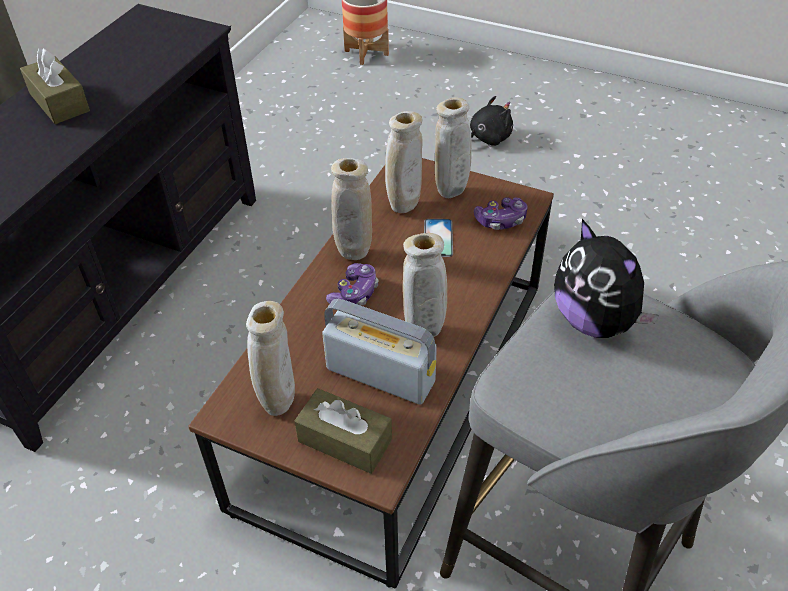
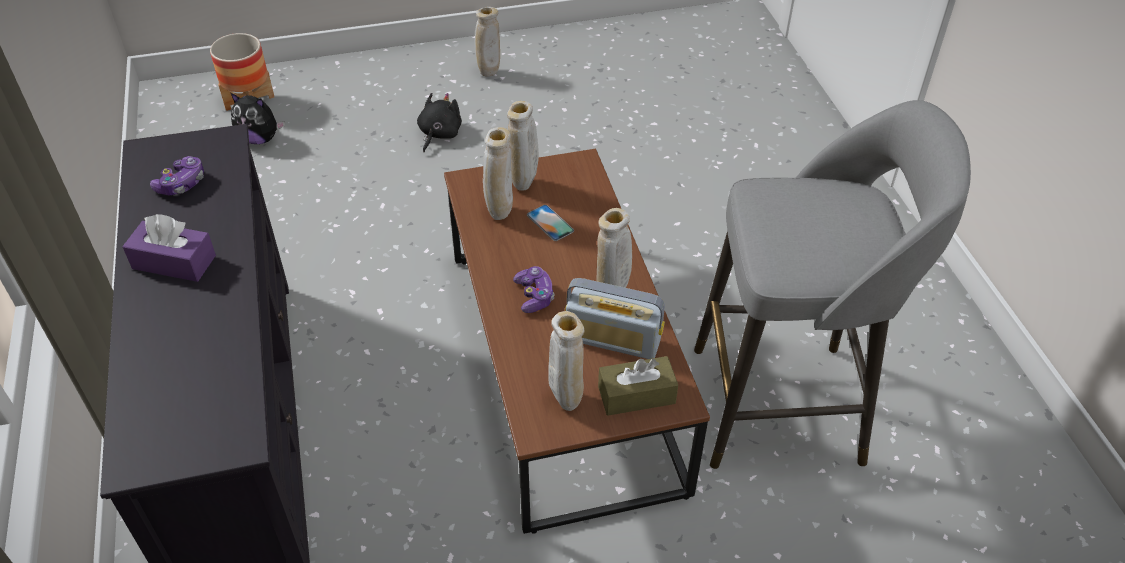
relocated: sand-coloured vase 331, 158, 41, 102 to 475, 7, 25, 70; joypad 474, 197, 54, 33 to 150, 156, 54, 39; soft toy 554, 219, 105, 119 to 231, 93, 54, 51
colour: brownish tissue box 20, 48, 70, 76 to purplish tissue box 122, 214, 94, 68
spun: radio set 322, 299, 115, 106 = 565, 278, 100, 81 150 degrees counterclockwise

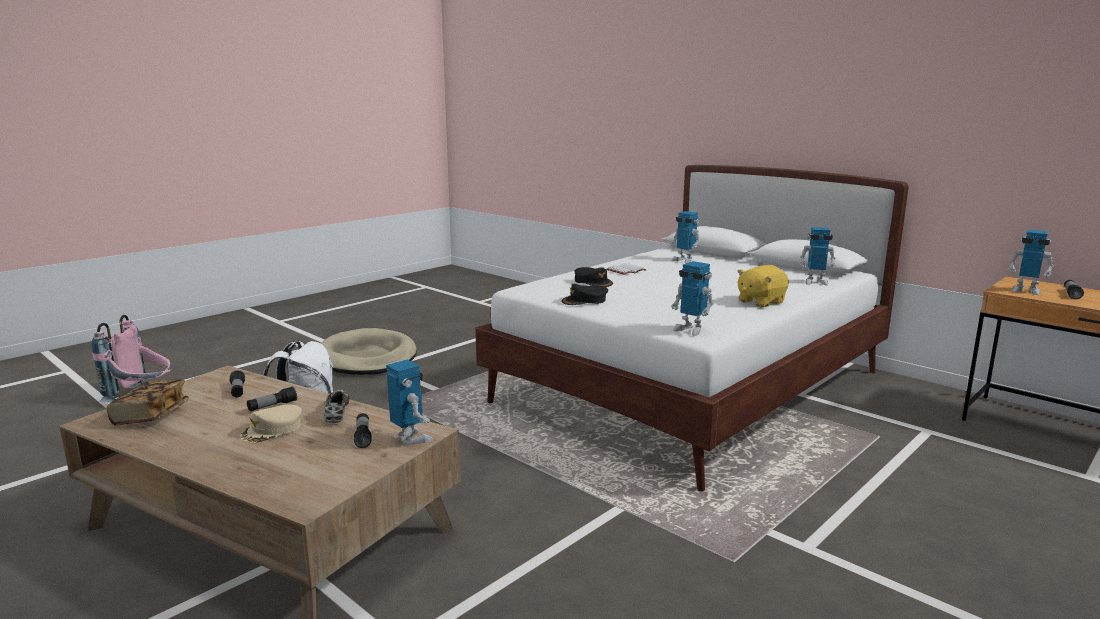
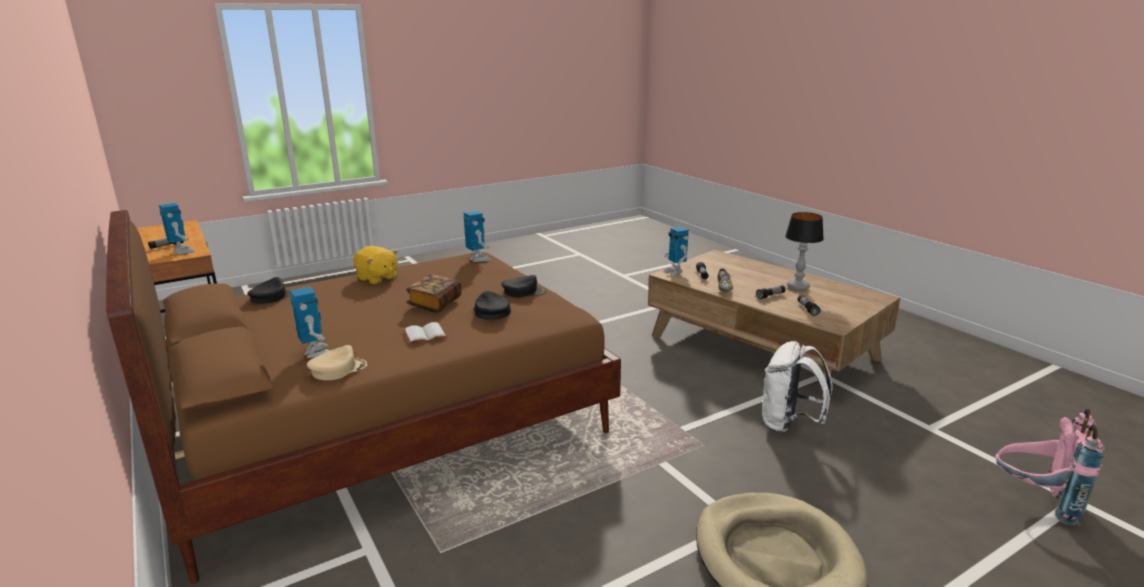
appeared: table lamp 785, 212, 39, 79
relocated: bound book 106, 379, 83, 47 to 406, 274, 55, 39; sand-coloured peaked cap 240, 404, 62, 39 to 307, 345, 60, 35
exchanged: toy robot 800, 227, 36, 59 to black-coloured peaked cap 247, 277, 44, 27
colour: white sleeping bed 475, 165, 434, 326 to brownish sleeping bed 106, 210, 515, 374
spun: yellow-coloured soft toy 737, 265, 52, 42 = 353, 246, 45, 39 60 degrees clockwise

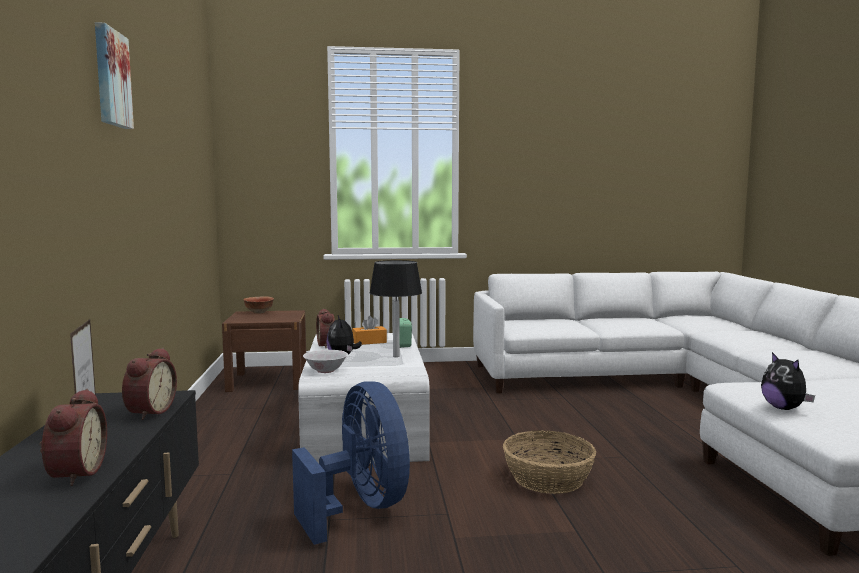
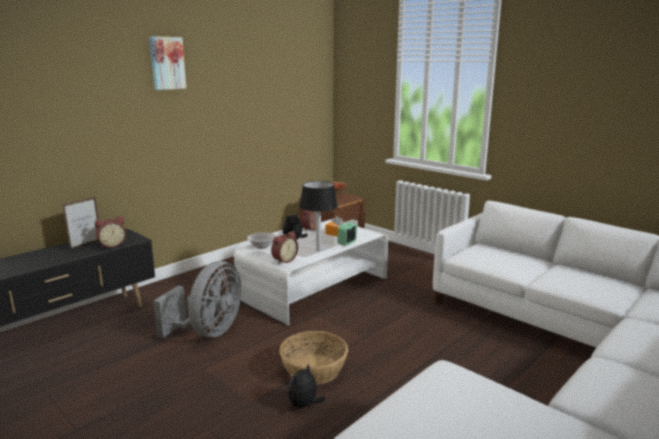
relocated: table clock 40, 389, 67, 97 to 271, 231, 27, 33; soft toy 761, 352, 54, 58 to 288, 363, 37, 45
colour: blue electric fan 292, 381, 118, 164 to greyish electric fan 153, 261, 89, 77

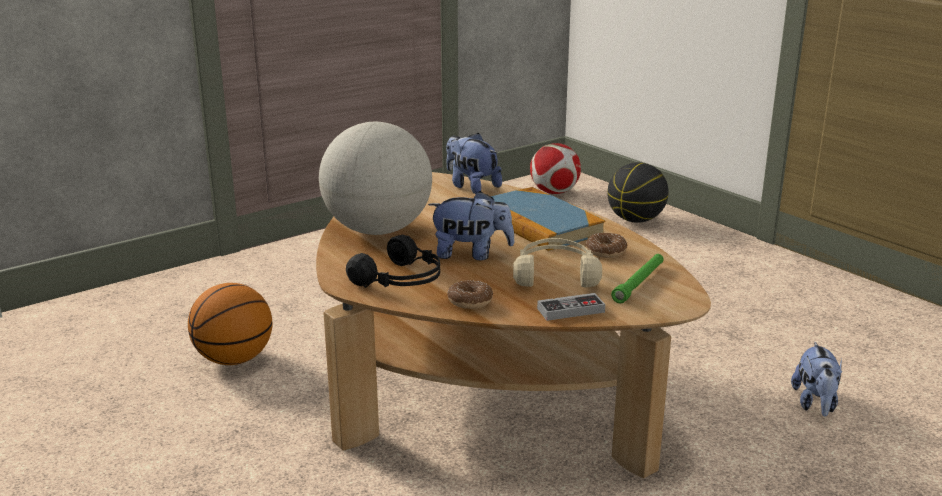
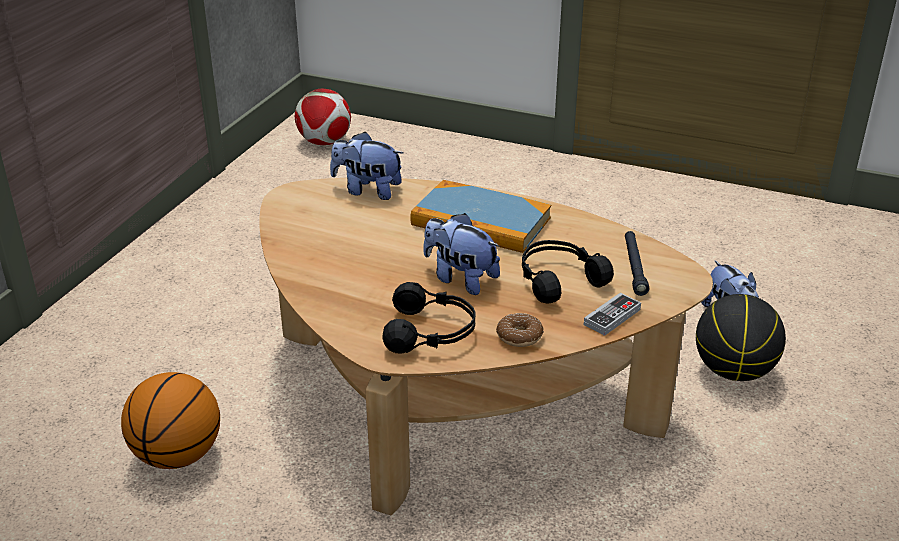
missing: desk globe 319, 122, 113, 113; doughnut 586, 233, 41, 25
relocated: ball for basketball 607, 162, 62, 61 to 696, 294, 90, 87
colour: sand-coloured headphones 513, 238, 89, 49 to black-coloured headphones 522, 240, 92, 64; greenish flashlight 611, 254, 53, 49 to black-coloured flashlight 625, 231, 24, 65
spun: soft toy 428, 191, 87, 69 = 423, 213, 77, 82 120 degrees counterclockwise

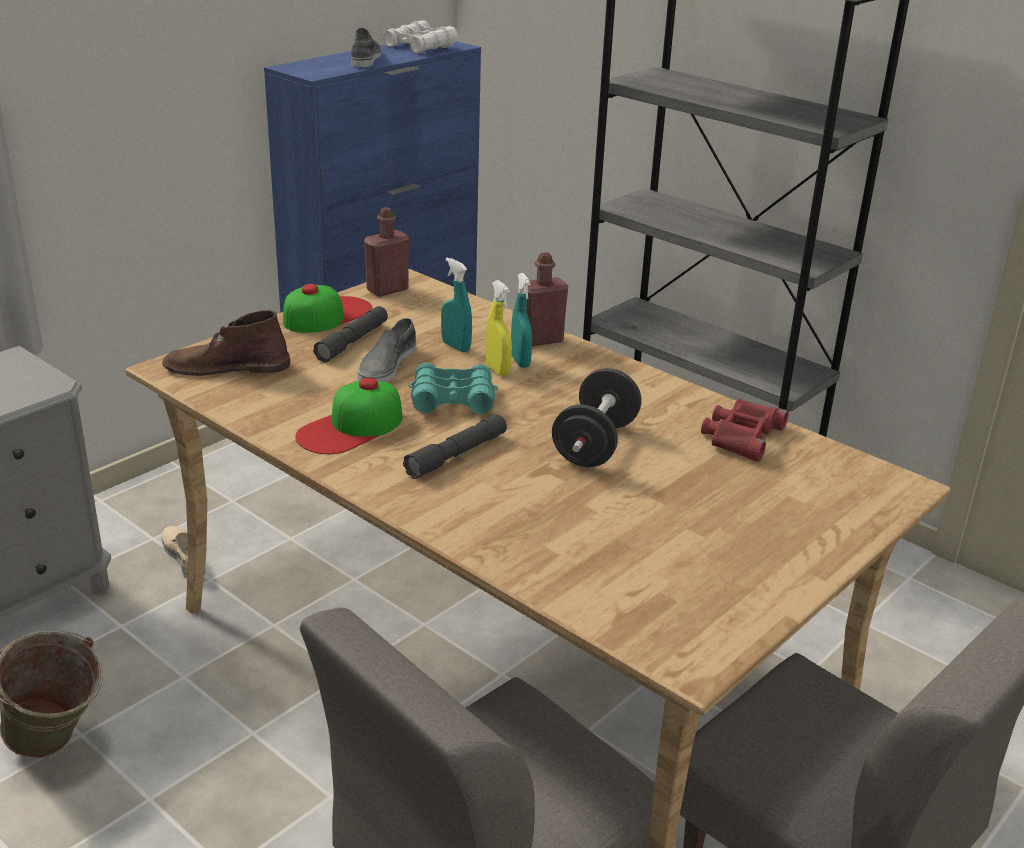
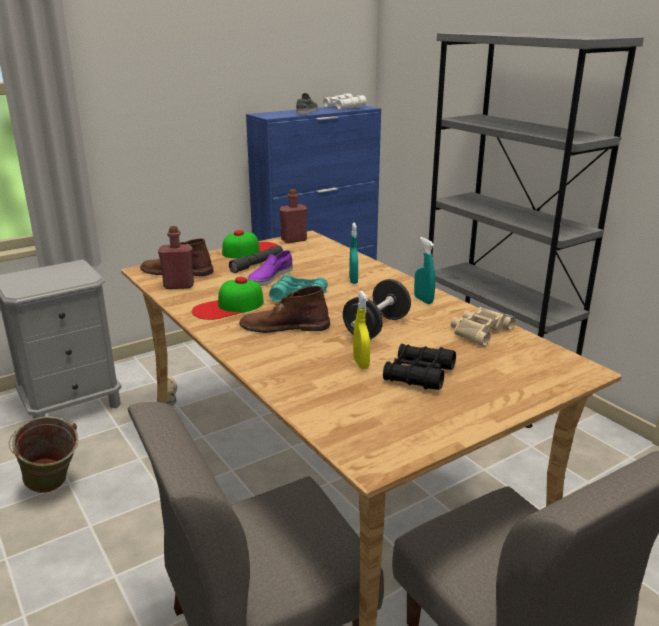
appeared: black-coloured field glasses 383, 344, 73, 46
relocated: turquoise-coloured spray bottle 441, 257, 31, 96 to 414, 237, 21, 67; yellow-coloured spray bottle 485, 280, 27, 96 to 353, 291, 17, 78; reddish beverage bottle 526, 252, 42, 94 to 158, 226, 36, 63
exchanged: greyish flashlight 403, 414, 104, 65 to brownish high-top boot 239, 286, 91, 47
colour: greyish shoe 358, 318, 58, 64 to purplish shoe 247, 250, 46, 36; reddish field glasses 701, 399, 88, 63 to sand-coloured field glasses 451, 307, 64, 40

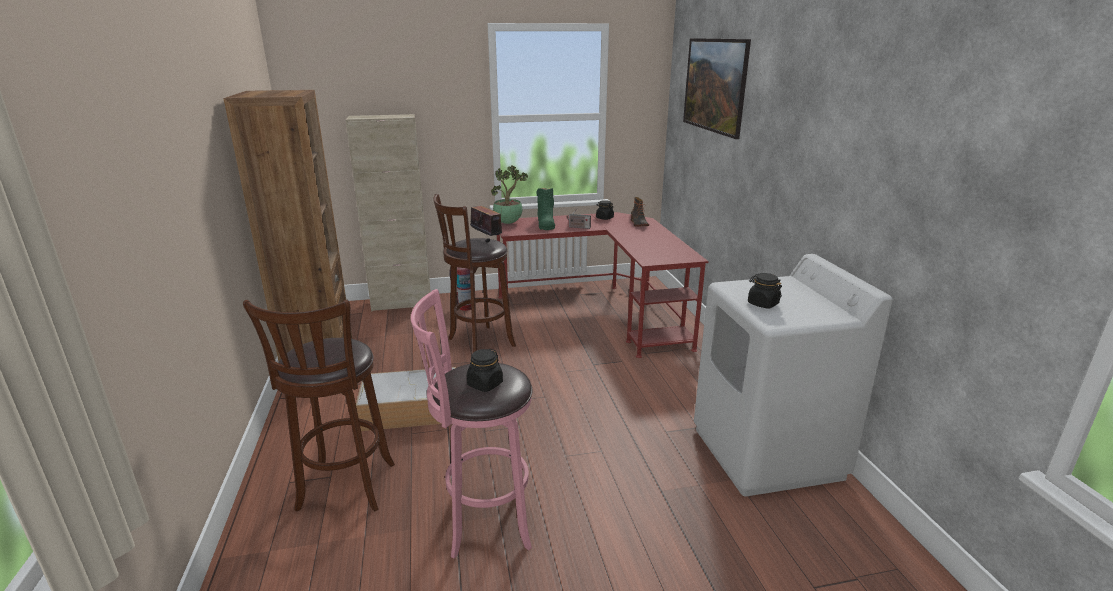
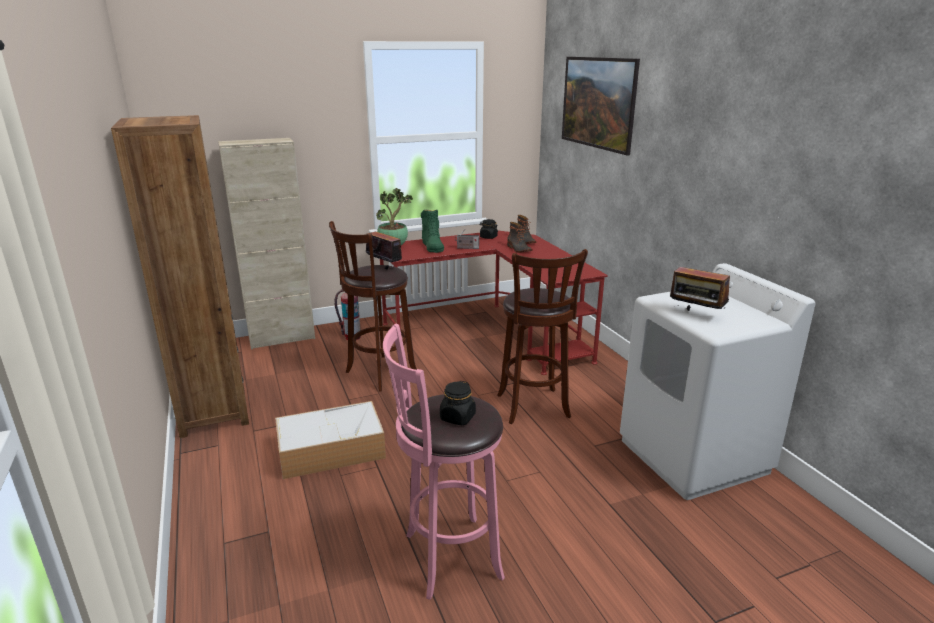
appeared: high-top boot 507, 222, 26, 31
relocated: brownish stool 243, 300, 152, 212 to 497, 249, 91, 175
exchanged: black-coloured preserve jar 748, 273, 34, 36 to radio set 670, 260, 60, 51

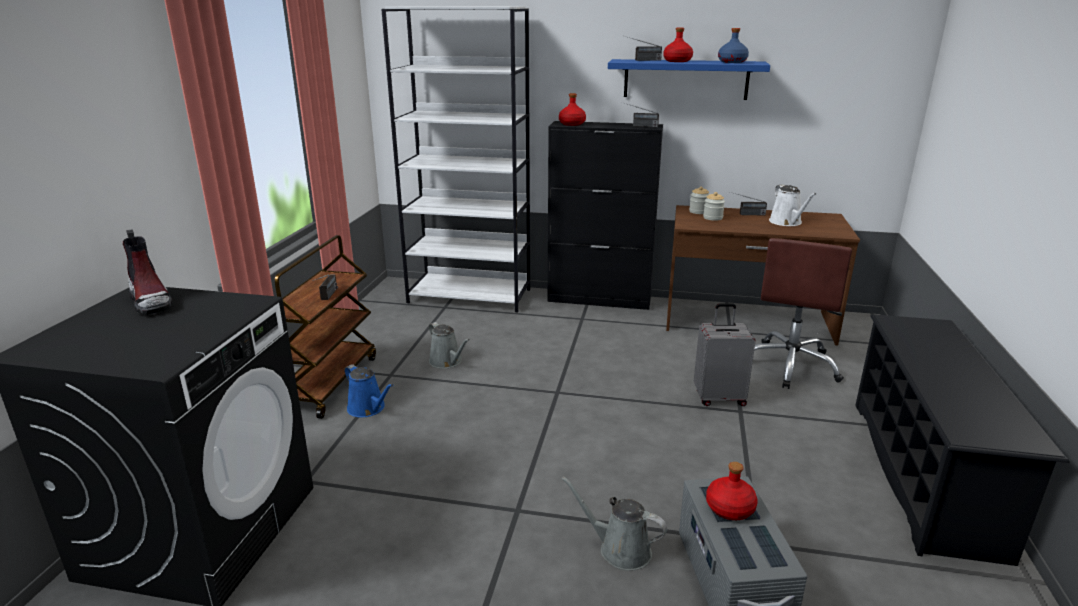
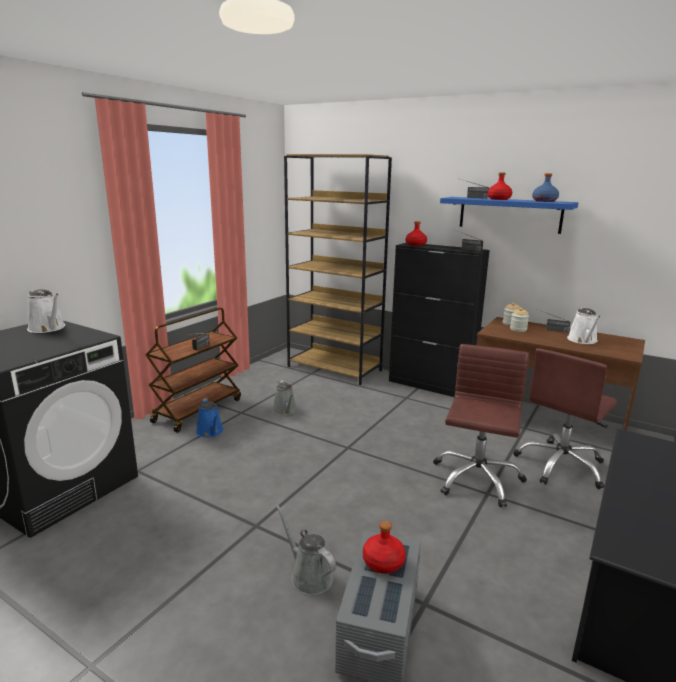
exchanged: high-top boot 122, 229, 51, 86 to white watering can 27, 289, 38, 44; greyish piece of luggage 694, 303, 62, 103 to brownish computer chair 433, 344, 96, 164
colour: white shelving unit 381, 6, 149, 306 to brownish shelving unit 284, 154, 108, 231

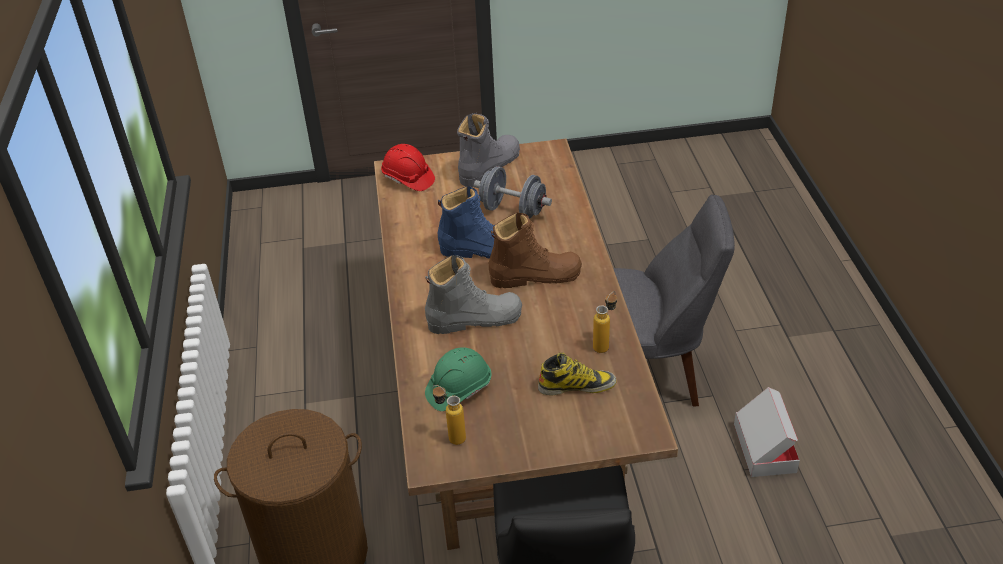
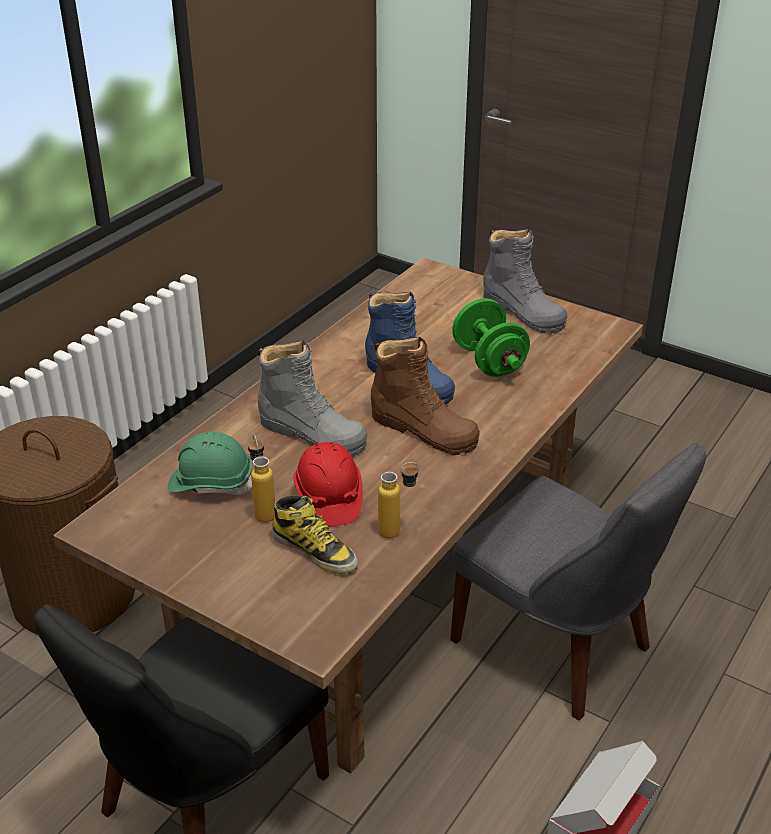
relocated: reddish work helmet 381, 144, 54, 47 to 293, 442, 70, 85; beverage bottle 433, 385, 33, 60 to 248, 435, 27, 87
colour: greyish dumbbell 474, 166, 78, 53 to greenish dumbbell 452, 298, 78, 79
spun: greyish high-top boot 457, 113, 63, 74 = 483, 229, 85, 105 60 degrees clockwise

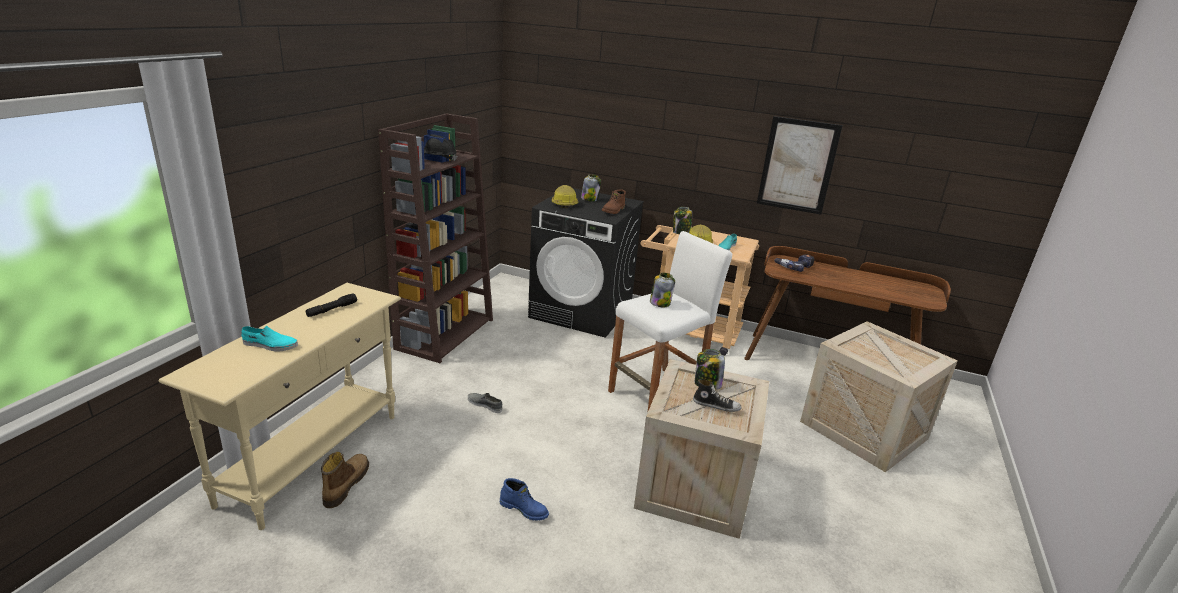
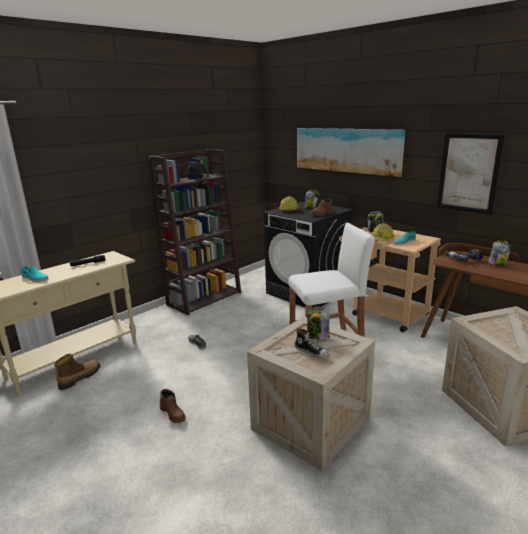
appeared: picture 297, 128, 108, 49
relocated: preserve jar 650, 273, 25, 34 to 488, 240, 23, 26
colour: blue high-top boot 500, 478, 49, 43 to brownish high-top boot 160, 389, 26, 34

